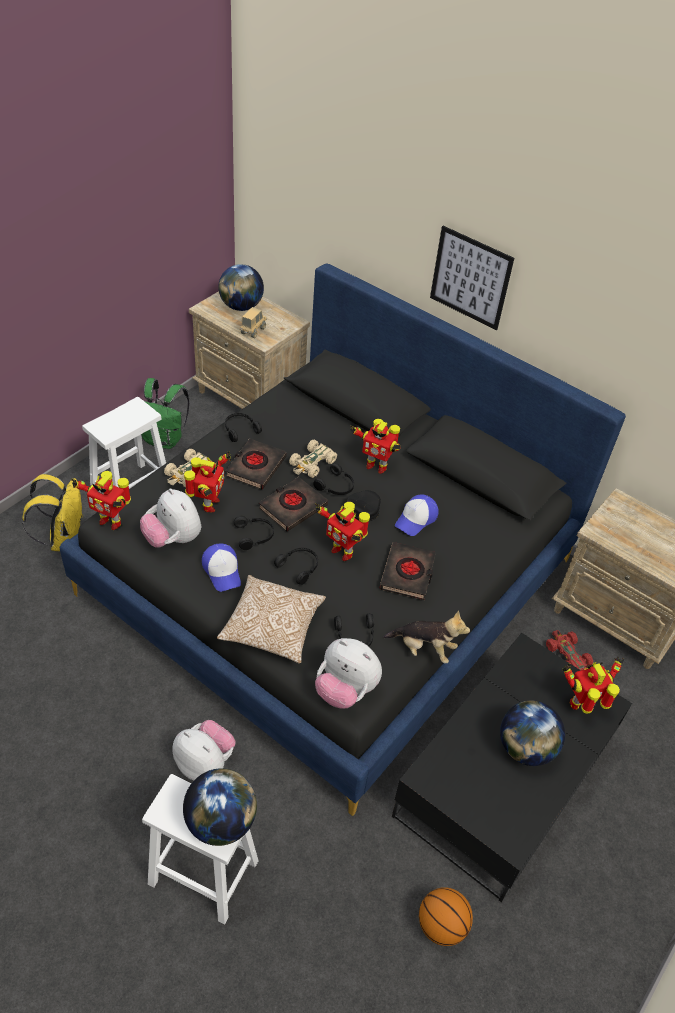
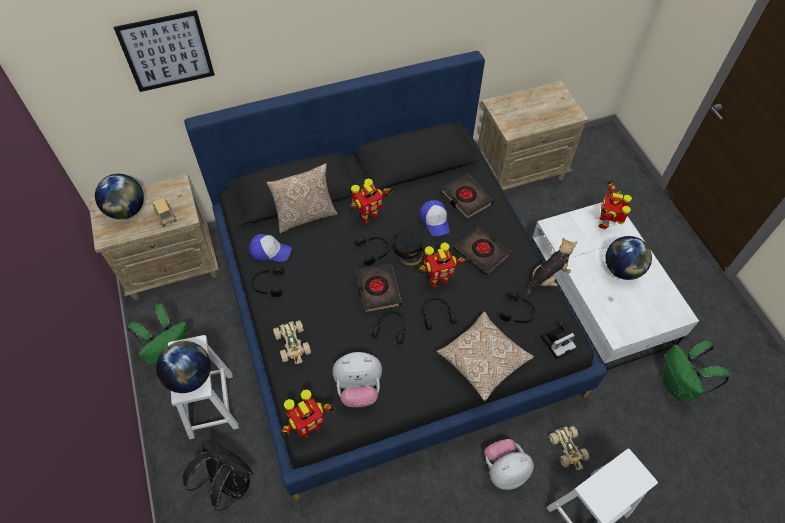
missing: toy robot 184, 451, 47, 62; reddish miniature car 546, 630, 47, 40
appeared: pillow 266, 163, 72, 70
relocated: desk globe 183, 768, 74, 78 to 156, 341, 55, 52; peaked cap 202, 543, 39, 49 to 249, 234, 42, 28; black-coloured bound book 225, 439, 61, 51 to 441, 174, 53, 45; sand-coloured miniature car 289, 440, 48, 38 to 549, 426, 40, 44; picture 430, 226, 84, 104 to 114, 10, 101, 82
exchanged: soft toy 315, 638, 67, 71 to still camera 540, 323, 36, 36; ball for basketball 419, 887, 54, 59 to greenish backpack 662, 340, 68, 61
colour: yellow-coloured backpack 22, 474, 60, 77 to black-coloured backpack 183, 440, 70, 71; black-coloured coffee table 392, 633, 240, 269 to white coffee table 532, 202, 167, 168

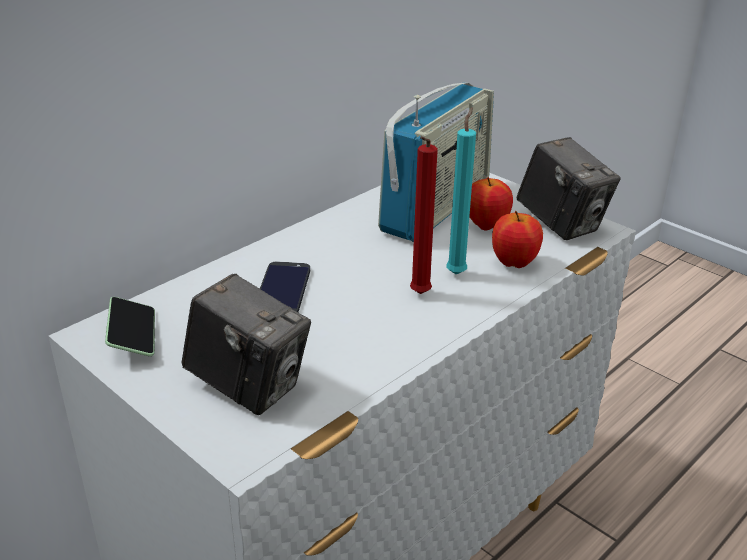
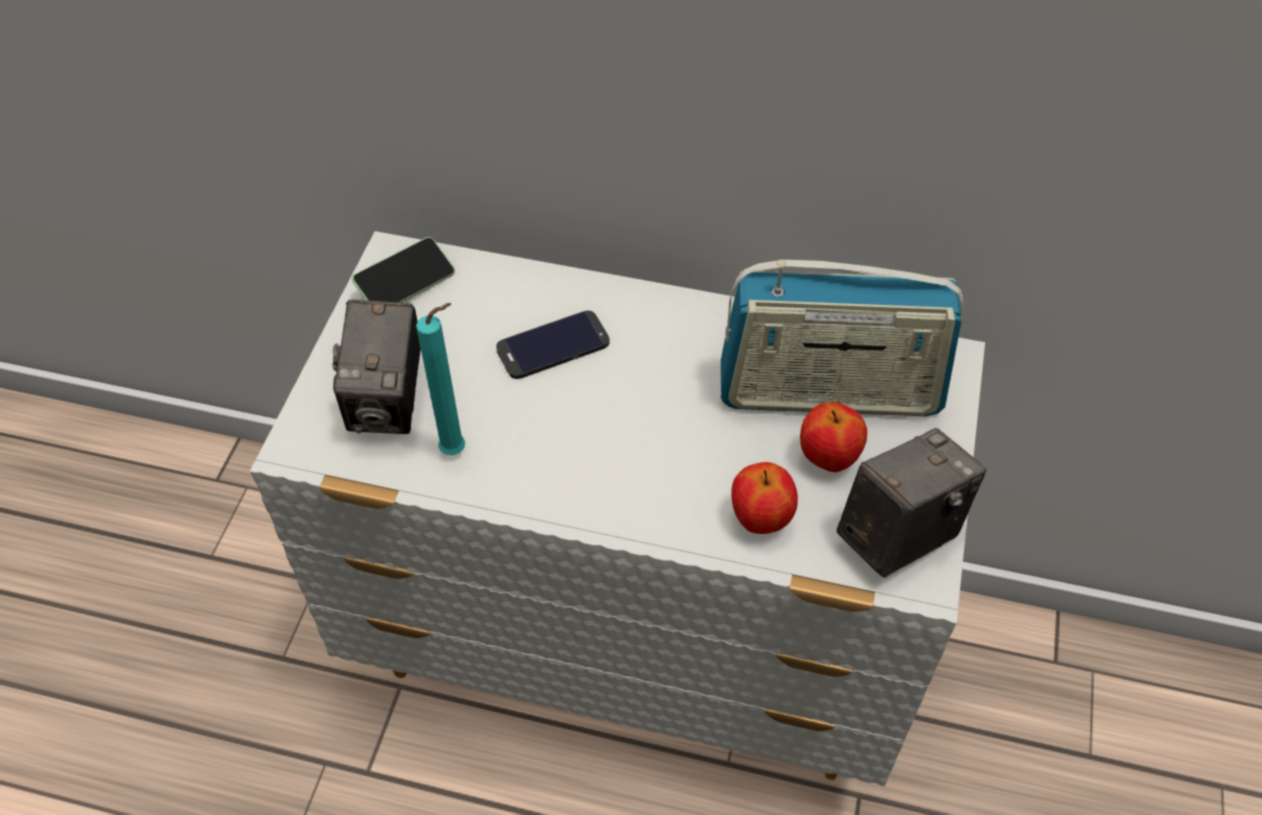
missing: reddish candle 410, 136, 28, 158
relocated: turquoise-coloured candle 446, 108, 30, 166 to 416, 303, 49, 152
spun: still camera 517, 137, 104, 103 = 836, 428, 150, 150 150 degrees counterclockwise

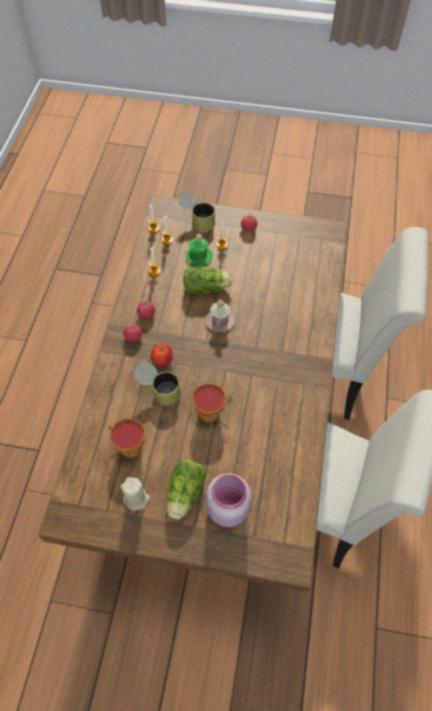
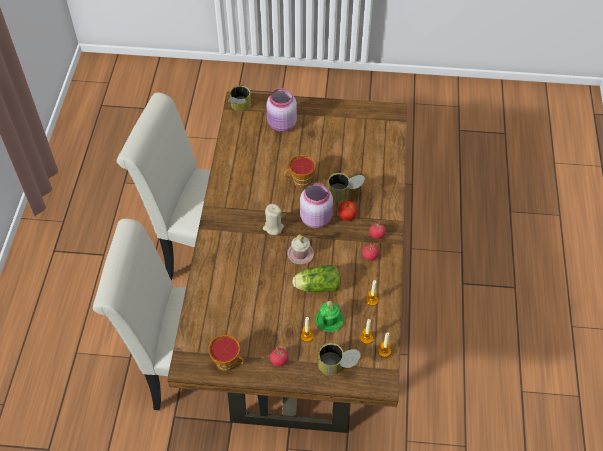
missing: lettuce head 166, 460, 40, 59
appeared: sealed can 228, 85, 23, 26; pinkish preserve jar 300, 183, 33, 45
relocated: drinking cup 109, 418, 36, 40 to 208, 335, 36, 36; sand-coloured candle 121, 477, 29, 34 to 263, 204, 21, 31

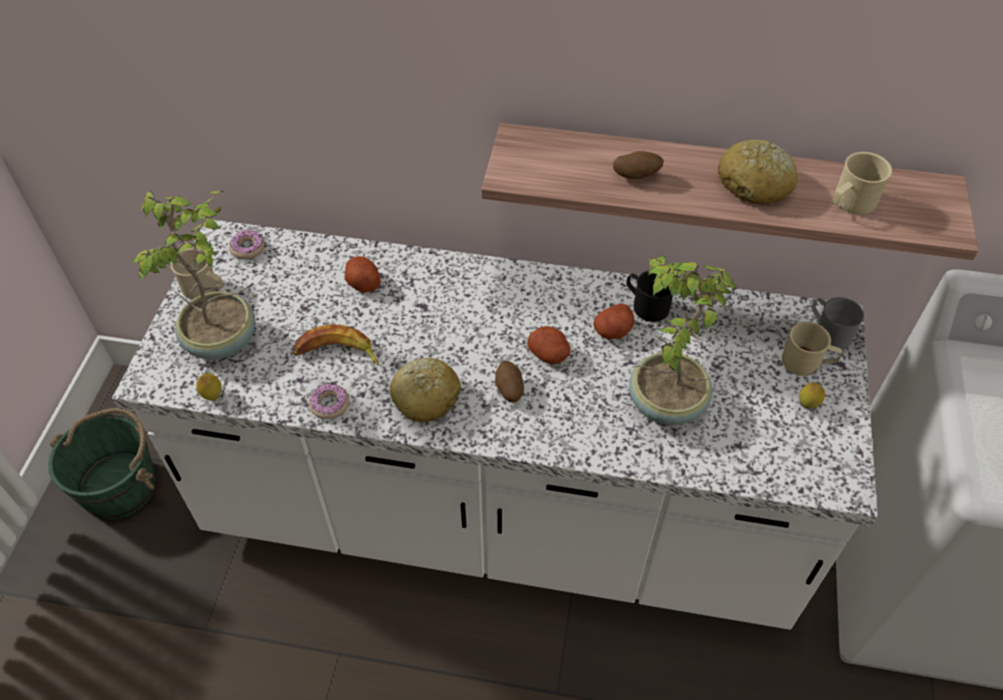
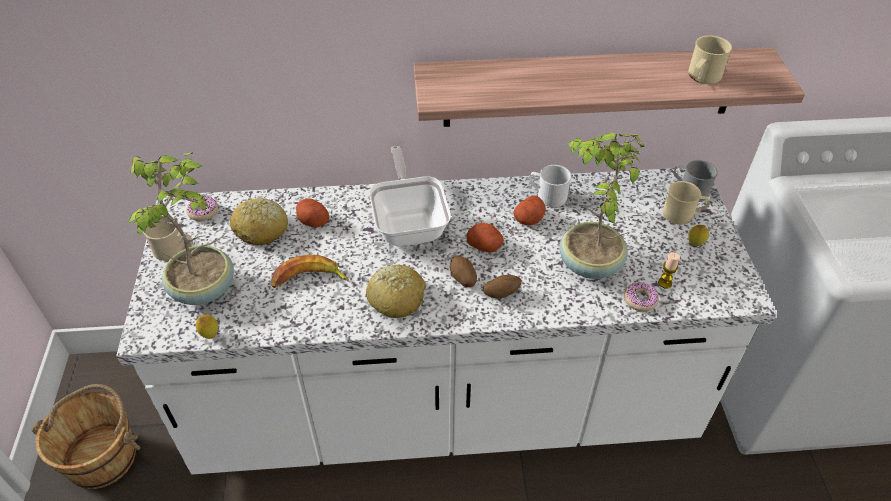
appeared: pan 369, 146, 82, 100; candle 658, 252, 22, 36
relocated: doughnut 309, 384, 40, 35 to 624, 282, 35, 30; potato 613, 151, 51, 28 to 483, 275, 39, 23; baked bread 718, 140, 80, 65 to 230, 198, 58, 47
colour: greenish water bucket 48, 407, 108, 113 to brownish water bucket 32, 384, 108, 105; black-coloured tea mug 627, 270, 46, 52 to white tea mug 529, 165, 42, 42

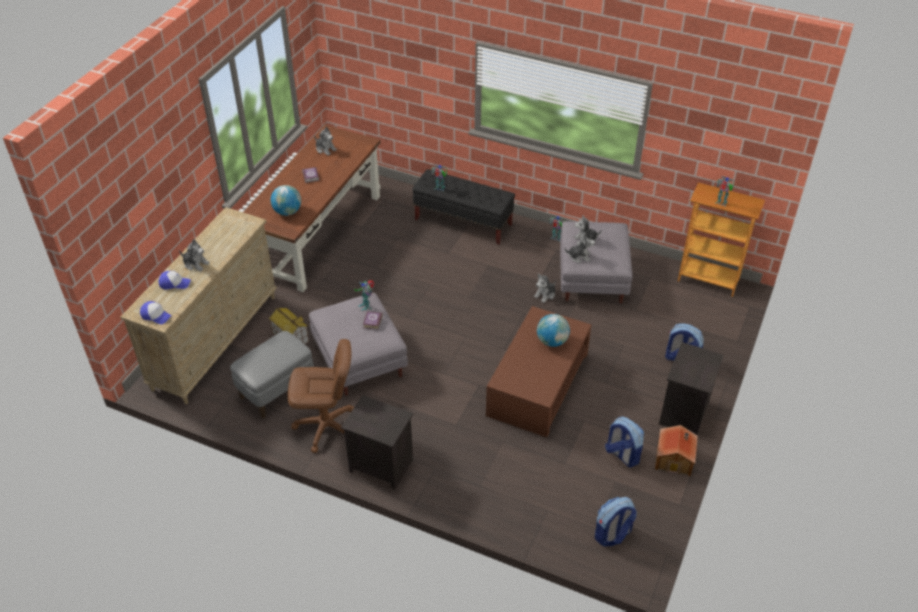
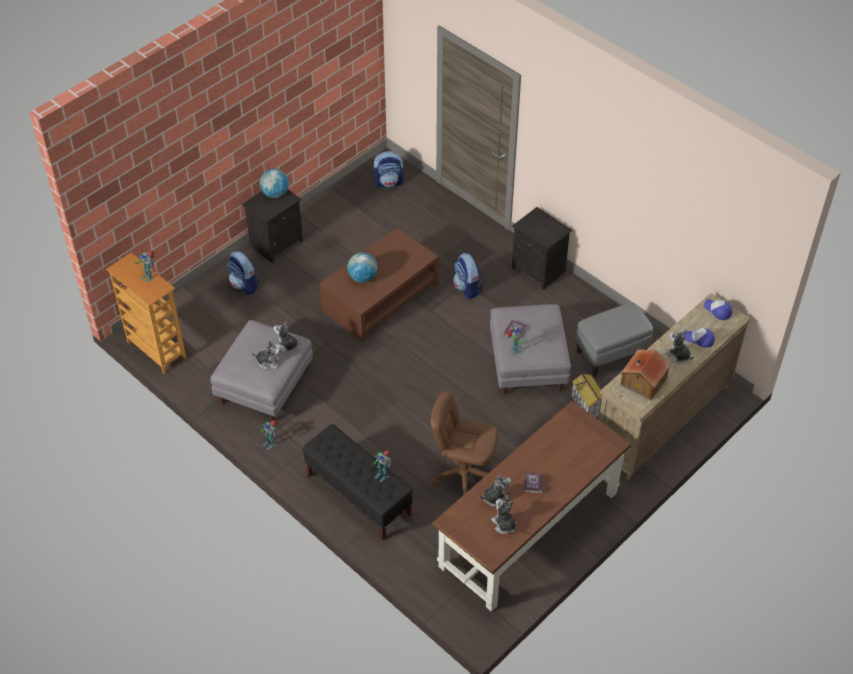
relocated: desk globe 271, 185, 30, 31 to 260, 169, 29, 29; brownish computer chair 288, 339, 66, 114 to 431, 391, 67, 104; soft toy 534, 273, 22, 30 to 479, 475, 32, 32; backpack 605, 416, 39, 51 to 453, 253, 32, 46; toy house 655, 425, 43, 51 to 620, 349, 51, 51

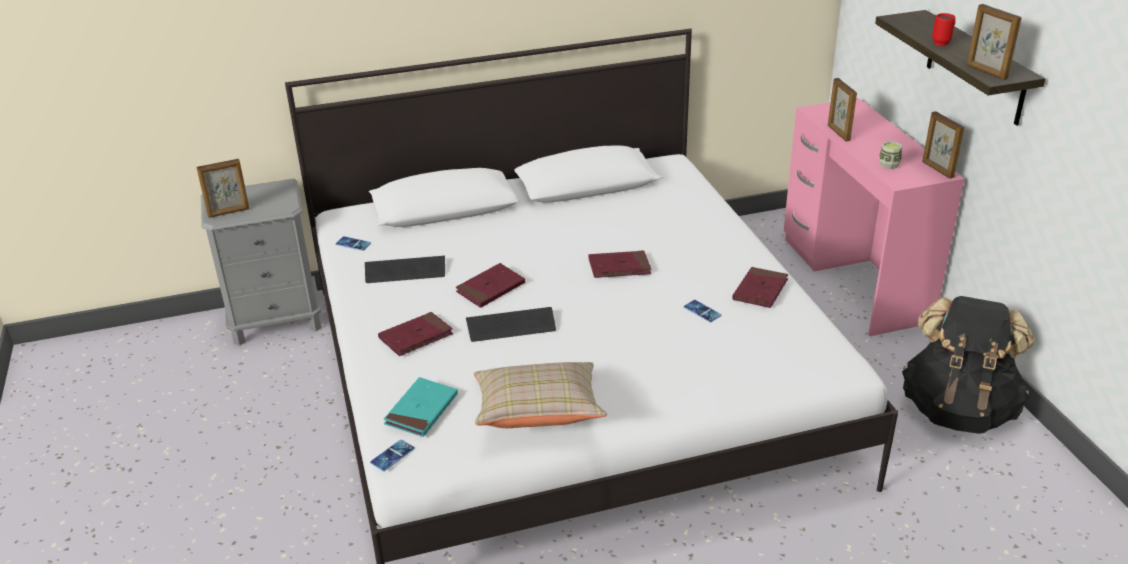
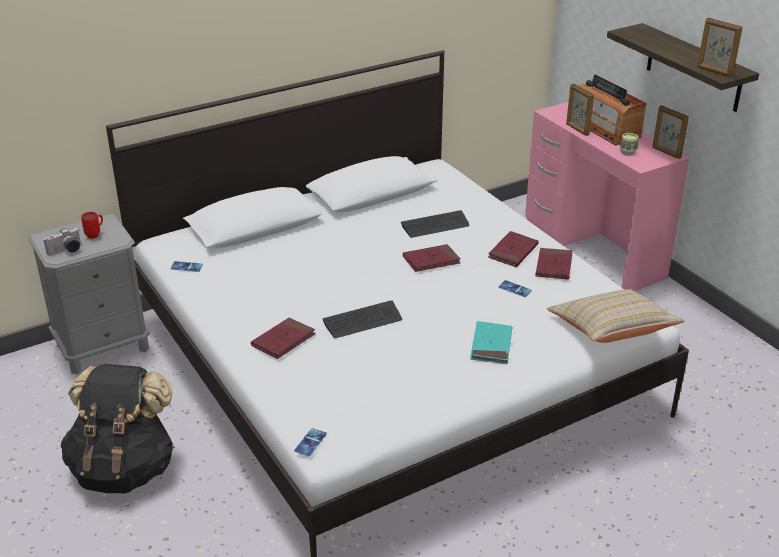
appeared: radio set 579, 74, 67, 71
relocated: keyboard 365, 256, 80, 27 to 401, 210, 69, 28; turquoise-coloured bound book 383, 377, 75, 60 to 470, 321, 43, 43; reddish bound book 456, 263, 69, 45 to 488, 231, 51, 36; sand-coloured pillow 473, 362, 134, 66 to 547, 289, 138, 54; black-coloured backpack 902, 296, 132, 138 to 61, 364, 114, 129; reddish tea mug 932, 13, 23, 33 to 81, 212, 22, 27
exchanged: photo frame 196, 159, 53, 59 to still camera 44, 228, 37, 27

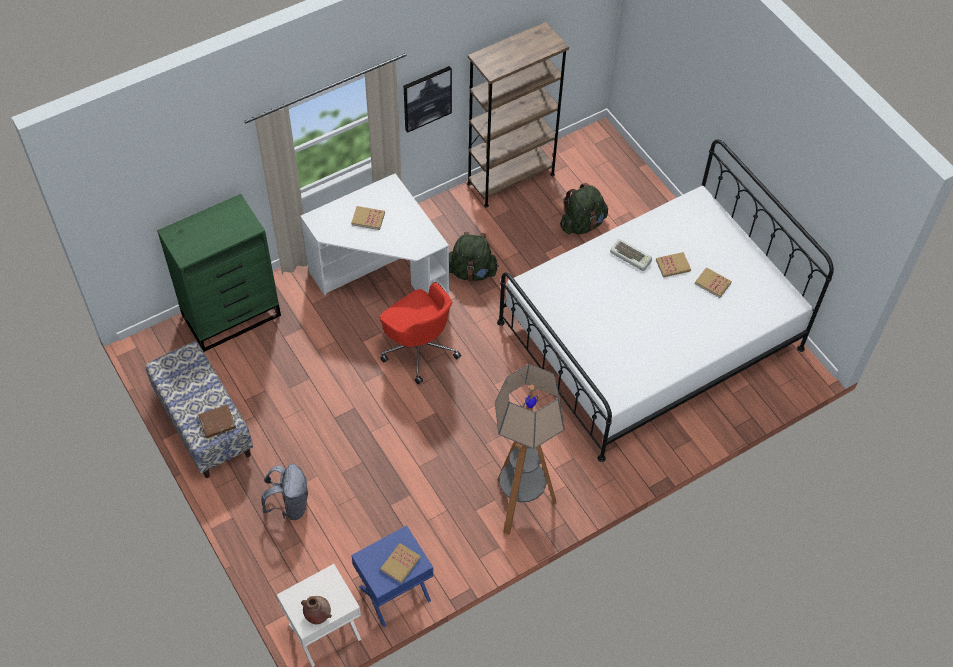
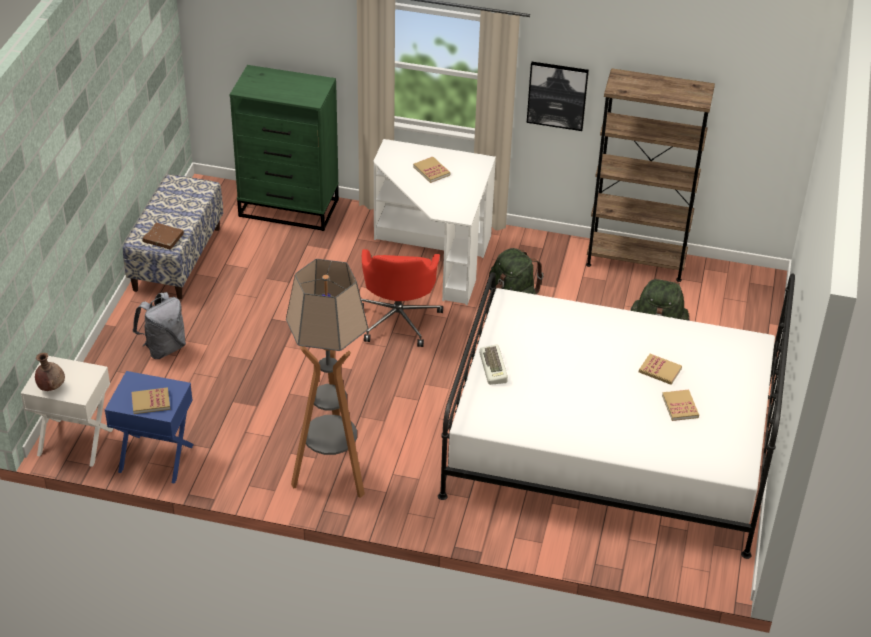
relocated: keyboard 610, 239, 42, 32 to 479, 344, 29, 41

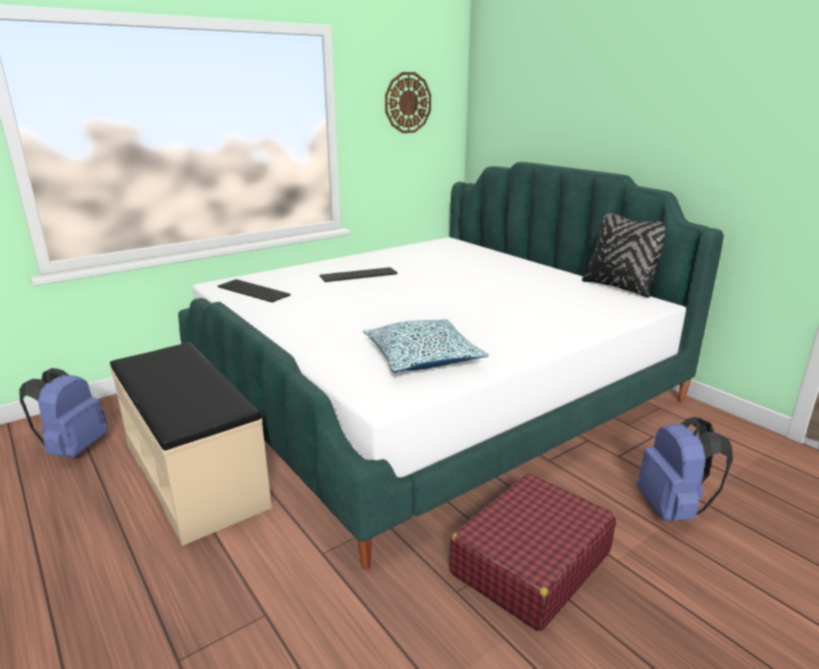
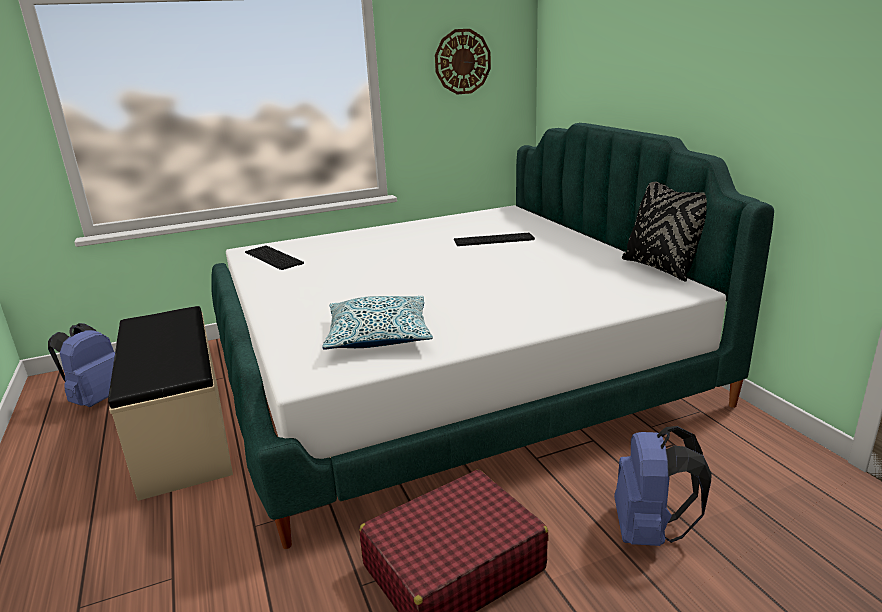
relocated: keyboard 320, 267, 77, 15 to 454, 233, 81, 13

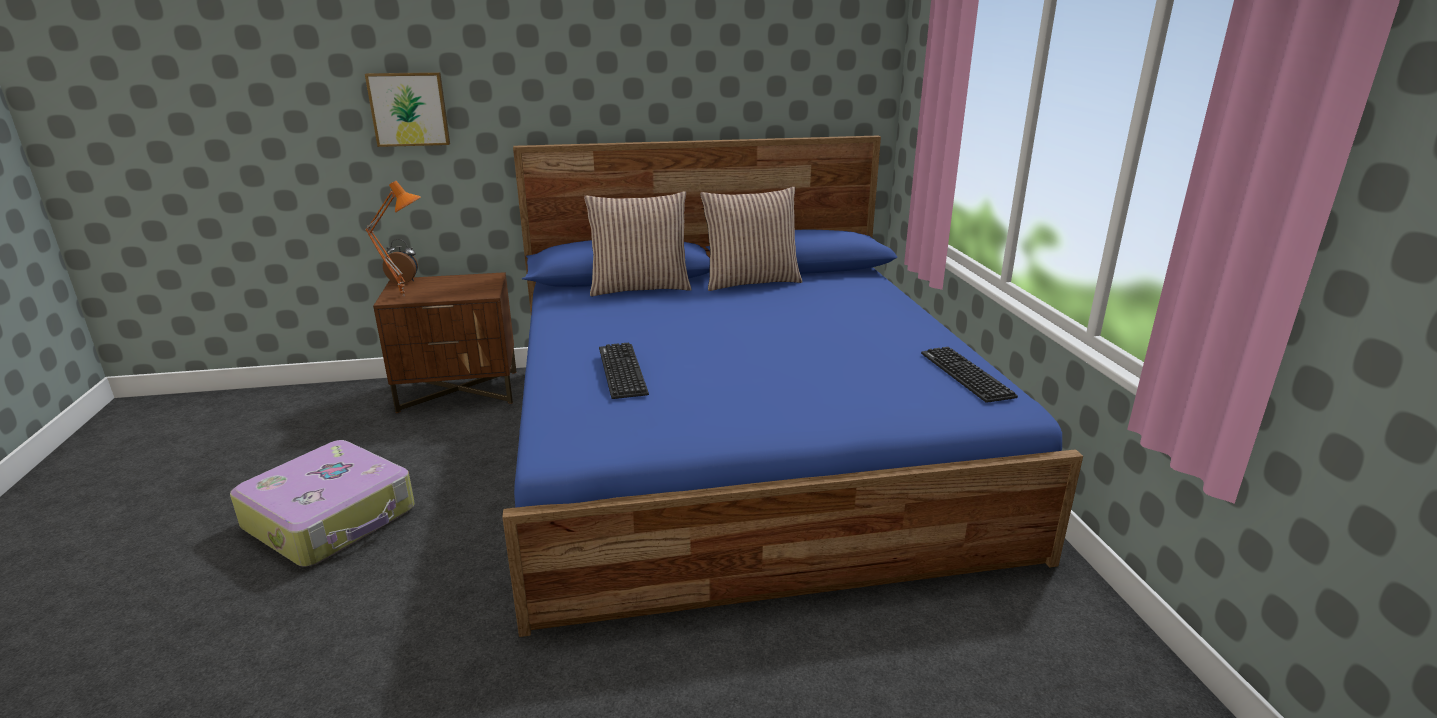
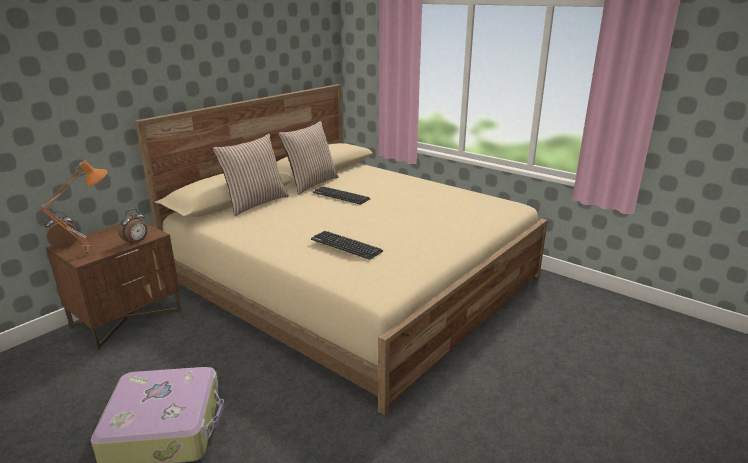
missing: picture 365, 72, 85, 75
appeared: table clock 118, 209, 30, 35
relocated: keyboard 921, 347, 97, 56 to 312, 186, 58, 18
colour: blue sleeping bed 502, 136, 581, 501 to sand-coloured sleeping bed 135, 84, 413, 331

